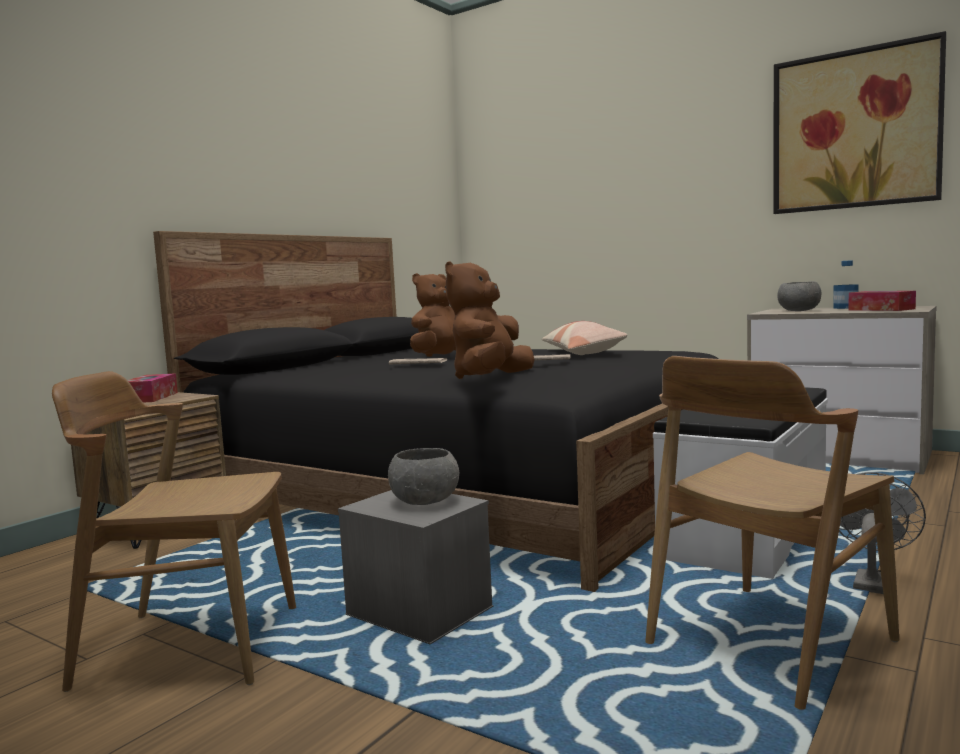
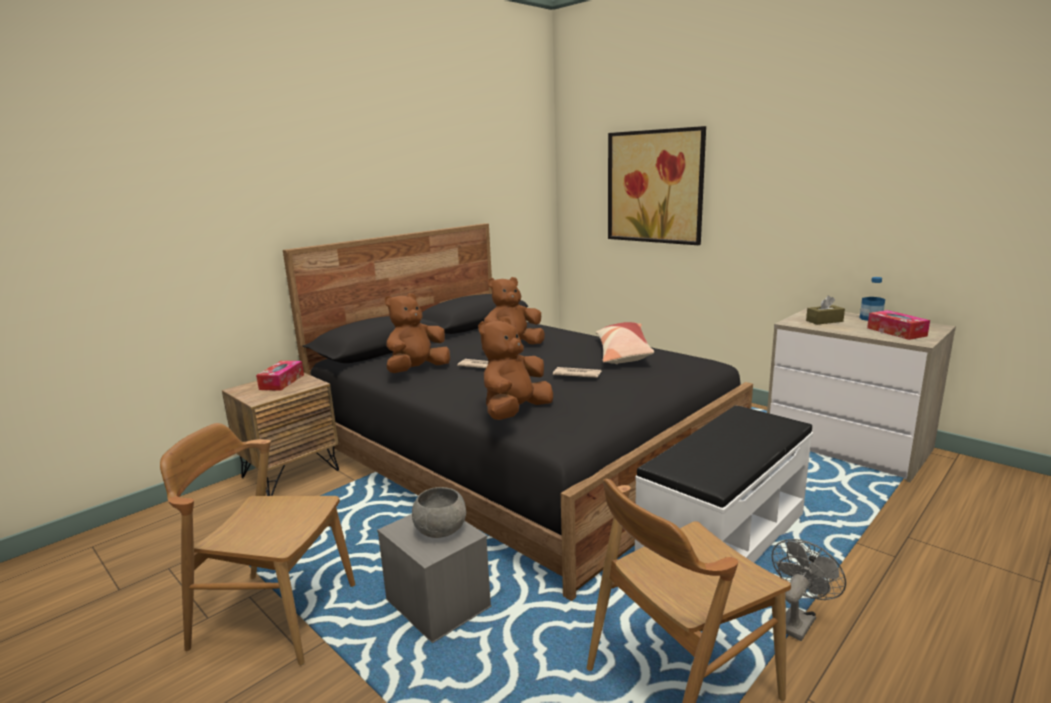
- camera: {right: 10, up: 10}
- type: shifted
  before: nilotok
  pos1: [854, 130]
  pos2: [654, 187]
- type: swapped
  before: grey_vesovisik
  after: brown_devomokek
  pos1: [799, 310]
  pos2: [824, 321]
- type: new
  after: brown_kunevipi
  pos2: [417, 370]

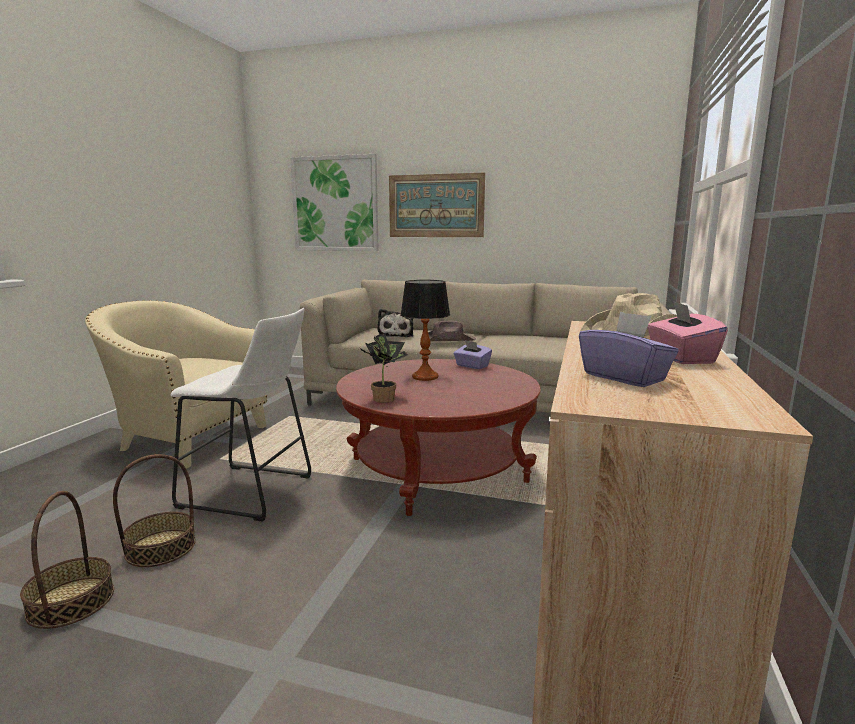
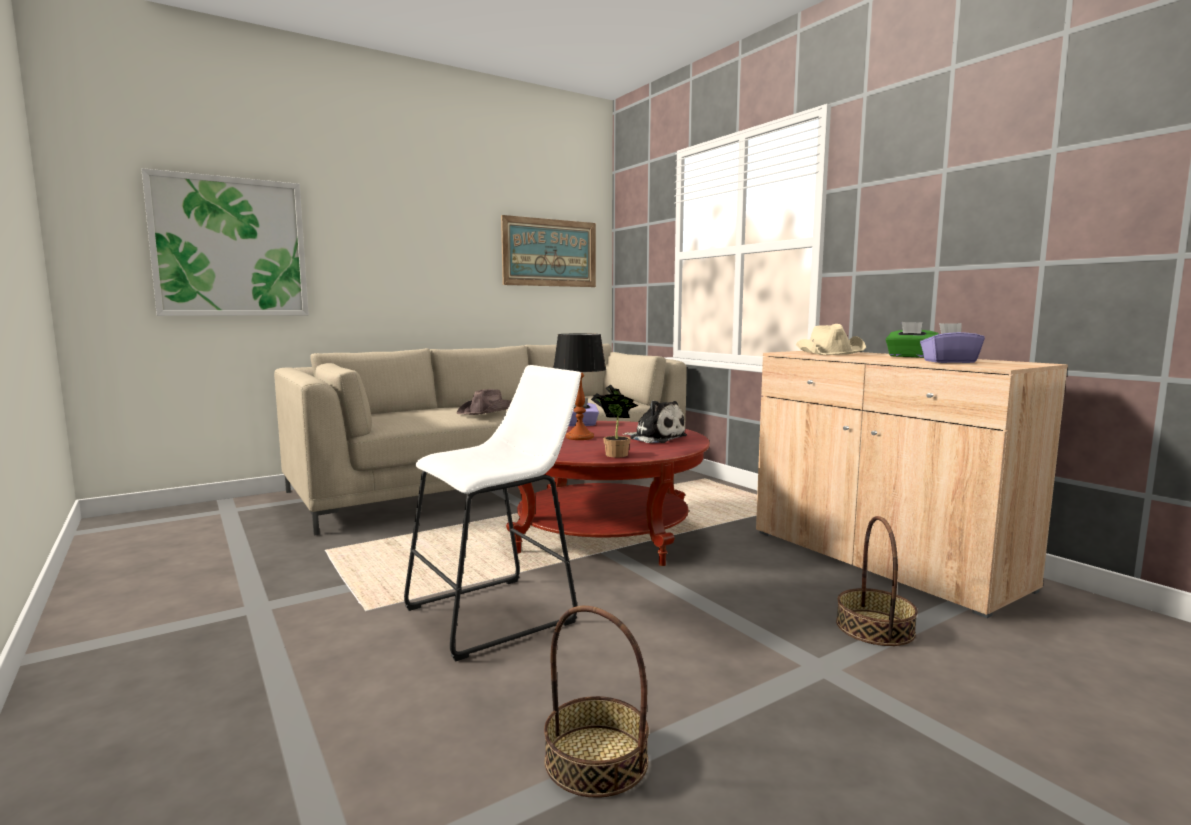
- camera: {right: -50, up: -5}
- type: shifted
  before: nilotok
  pos1: [436, 206]
  pos2: [550, 253]
- type: gone
  before: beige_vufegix
  pos1: [187, 439]
- type: repainted
  before: pink_devomokek
  after: green_devomokek
  pos1: [680, 358]
  pos2: [910, 356]
- type: shifted
  before: kunevipi
  pos1: [396, 335]
  pos2: [655, 438]
- type: shifted
  before: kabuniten
  pos1: [161, 548]
  pos2: [875, 628]

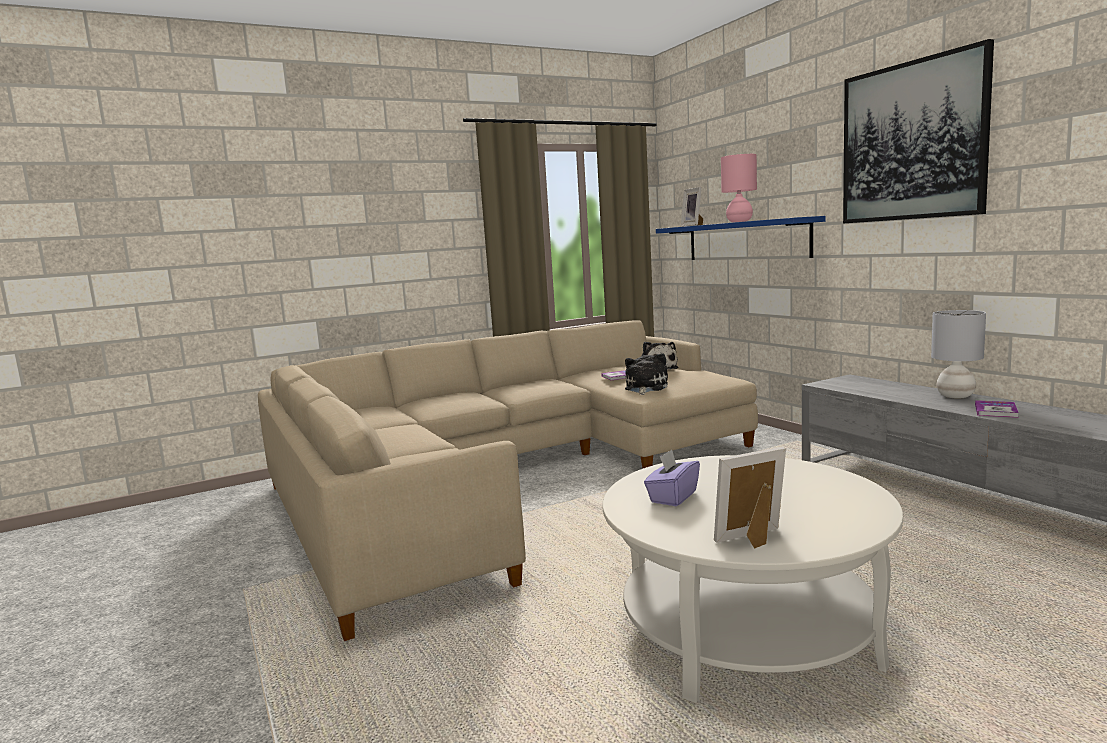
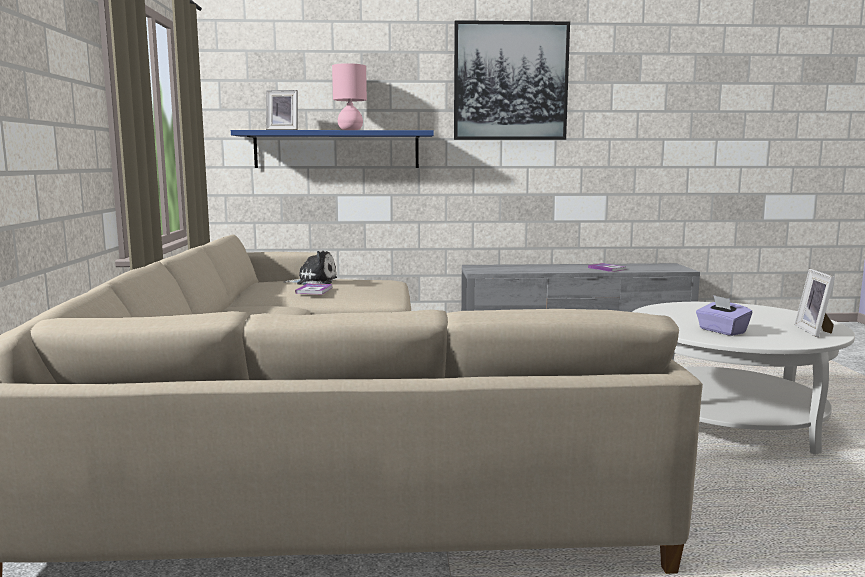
- camera: {right: -65, up: 0}
- type: gone
  before: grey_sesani
  pos1: [955, 396]
- type: gone
  before: kunevipi
  pos1: [645, 388]

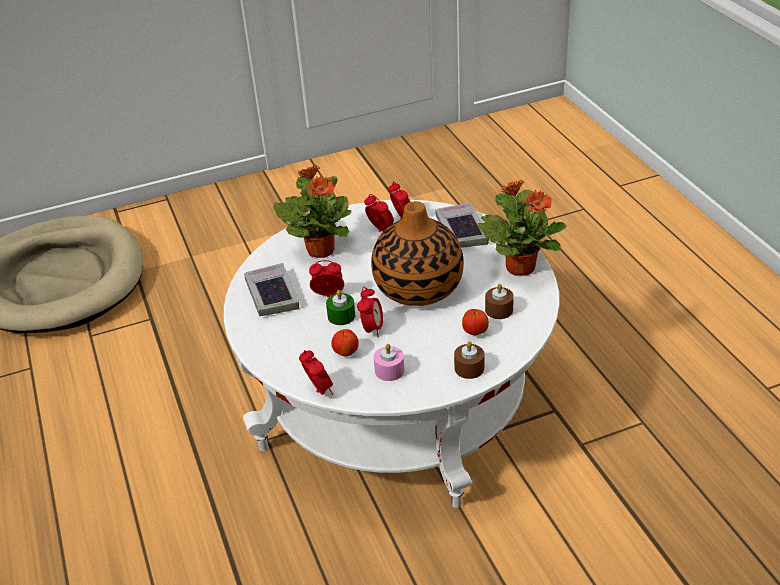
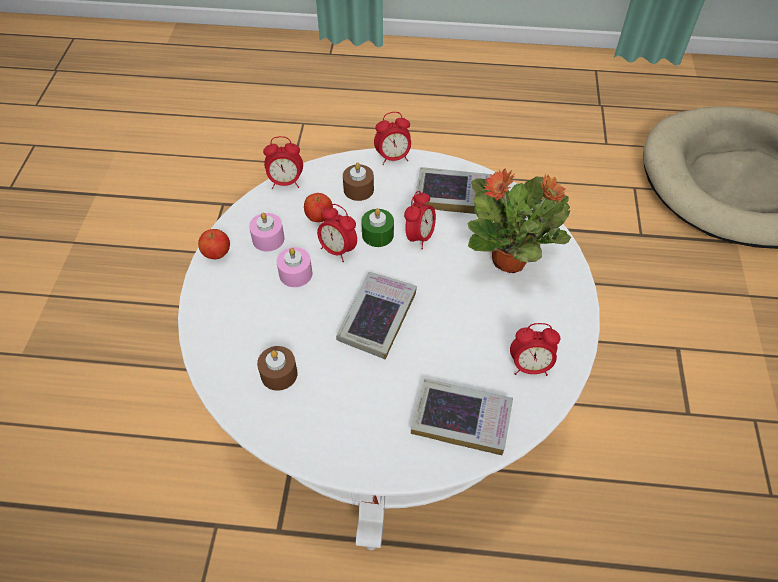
- camera: {right: 115, up: 15}
- type: gone
  before: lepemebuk
  pos1: [520, 267]
- type: shifted
  before: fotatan
  pos1: [380, 230]
  pos2: [393, 158]
- type: swapped
  before: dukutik
  after: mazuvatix
  pos1: [418, 287]
  pos2: [377, 318]
- type: shifted
  before: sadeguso
  pos1: [475, 332]
  pos2: [217, 254]
- type: shifted
  before: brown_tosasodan
  pos1: [469, 368]
  pos2: [358, 189]
- type: new
  after: pink_tosasodan
  pos2: [295, 274]

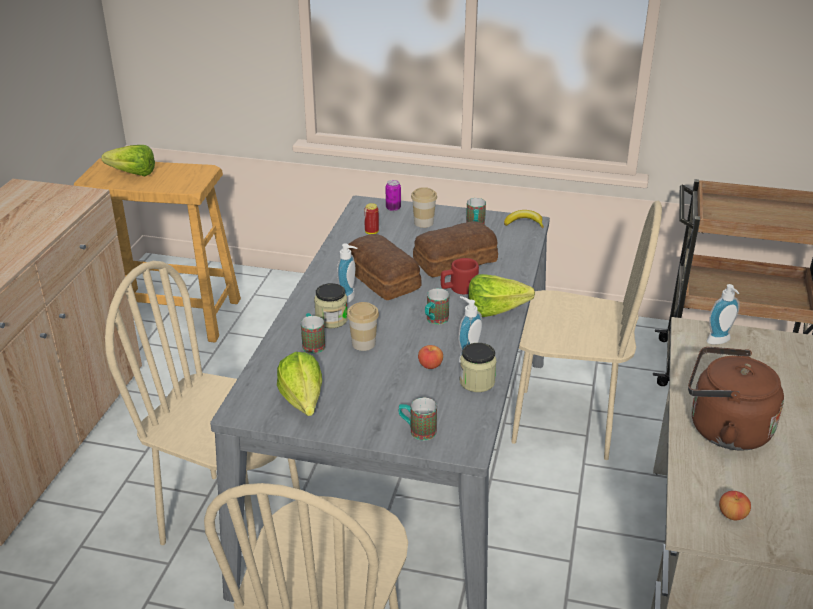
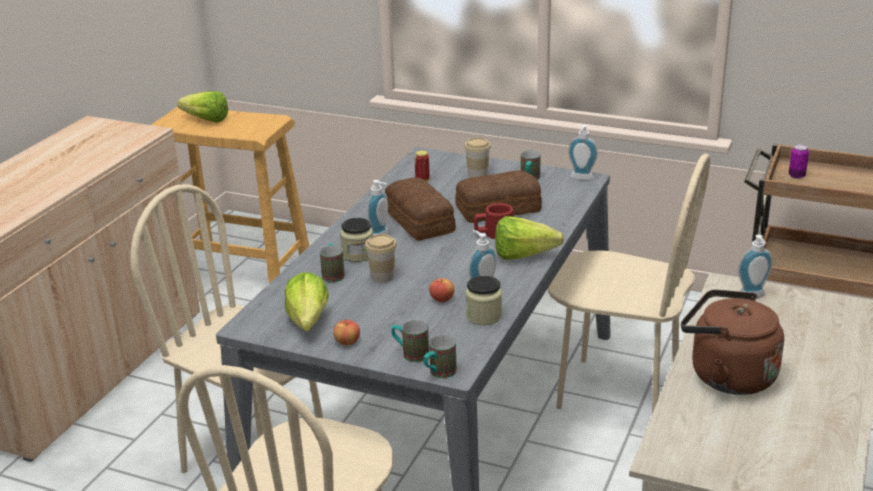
- camera: {right: 10, up: -5}
- type: shifted
  before: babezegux
  pos1: [393, 208]
  pos2: [796, 176]
- type: swapped
  before: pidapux
  after: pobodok
  pos1: [524, 223]
  pos2: [581, 179]
- type: shifted
  before: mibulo
  pos1: [434, 321]
  pos2: [439, 373]
- type: shifted
  before: sadeguso
  pos1: [732, 515]
  pos2: [347, 342]

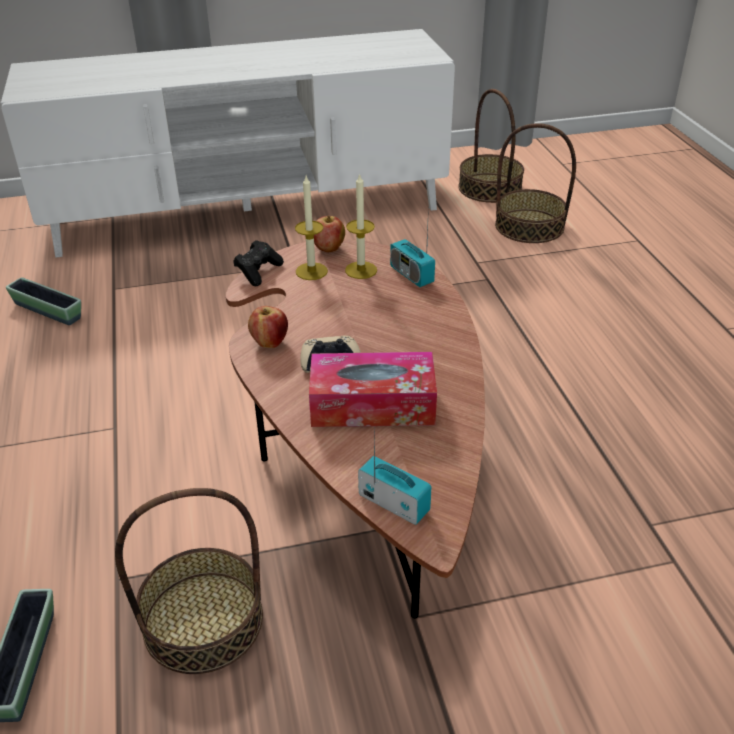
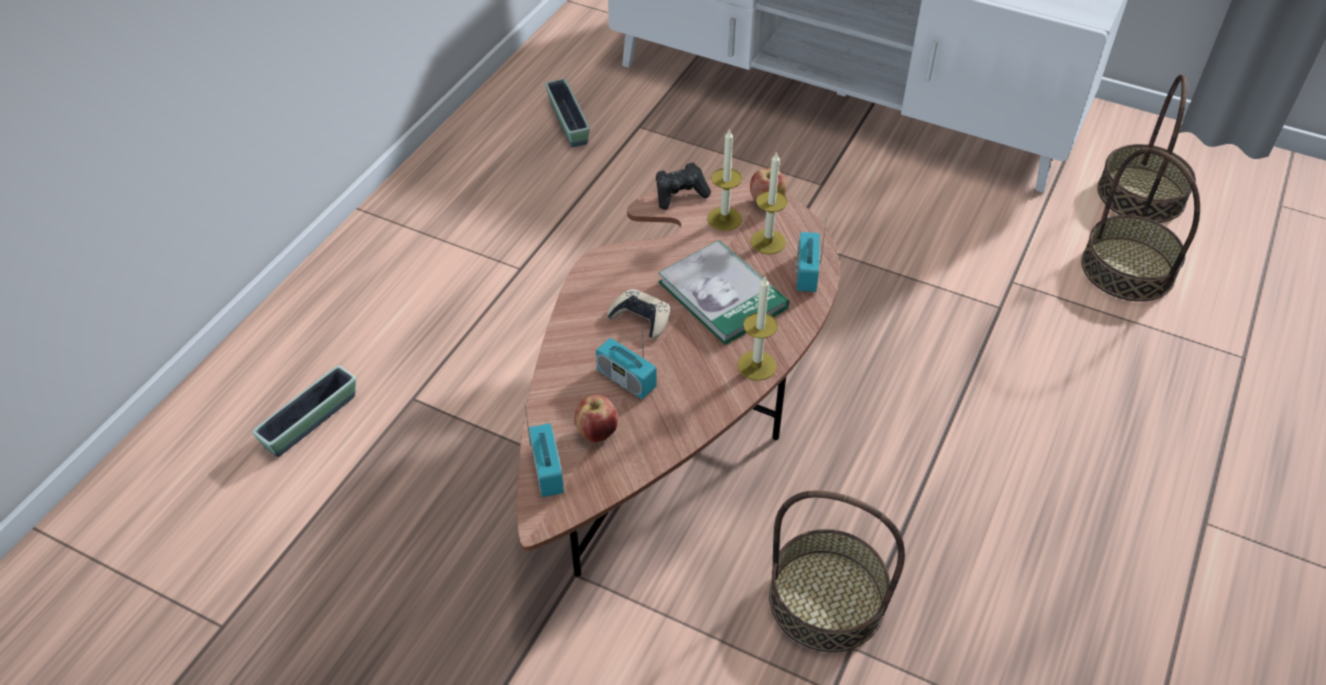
- camera: {right: 40, up: 10}
- type: shifted
  before: sadeguso
  pos1: [270, 342]
  pos2: [597, 432]
- type: swapped
  before: devomokek
  after: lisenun
  pos1: [372, 404]
  pos2: [626, 379]
- type: shifted
  before: kabuniten
  pos1: [203, 621]
  pos2: [826, 600]
- type: new
  after: mazuvatix
  pos2: [722, 295]
- type: new
  after: tosasodan
  pos2: [757, 365]

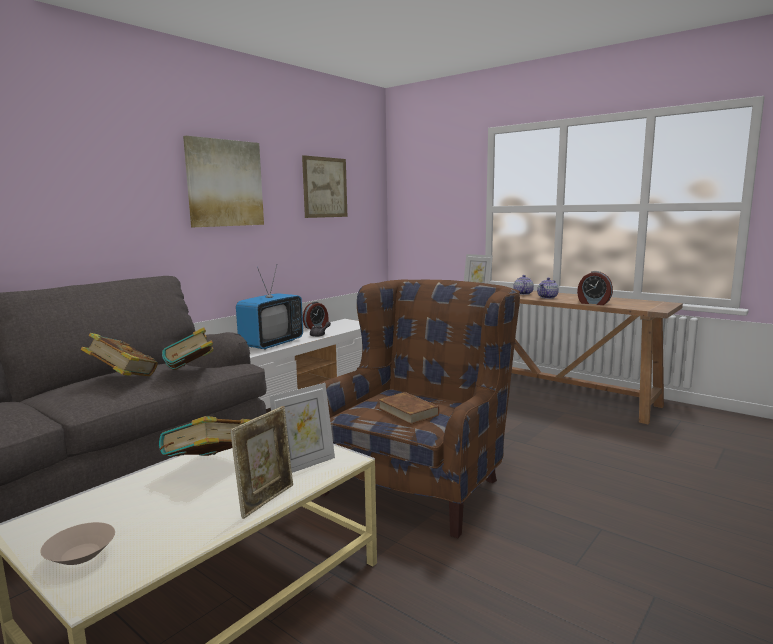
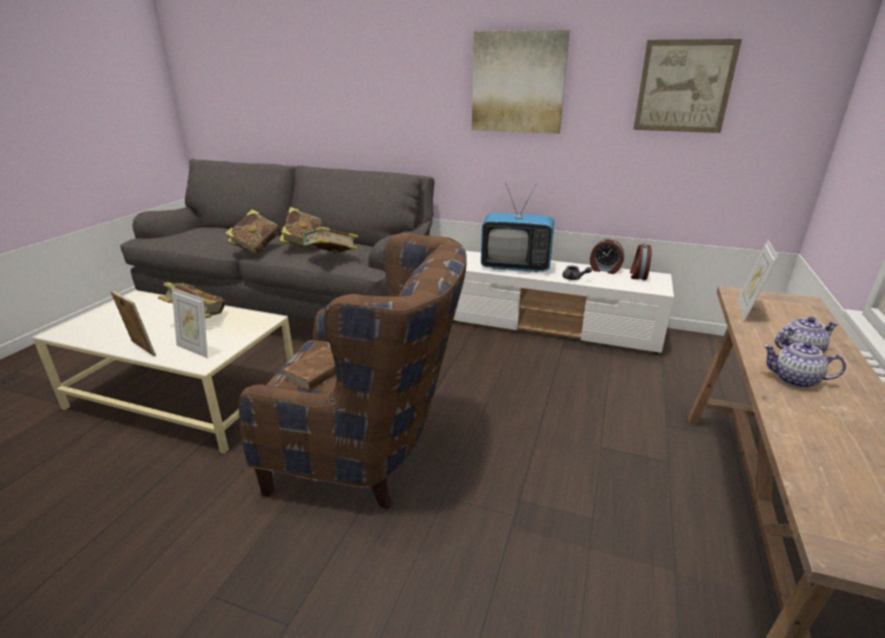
- camera: {right: 70, up: 15}
- type: shifted
  before: fotatan
  pos1: [593, 303]
  pos2: [638, 275]
- type: rotated
  before: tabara
  pos1: [266, 500]
  pos2: [141, 349]
  turn: -150
- type: gone
  before: beige_vesovisik
  pos1: [80, 556]
- type: new
  after: mazuvatix
  pos2: [256, 249]

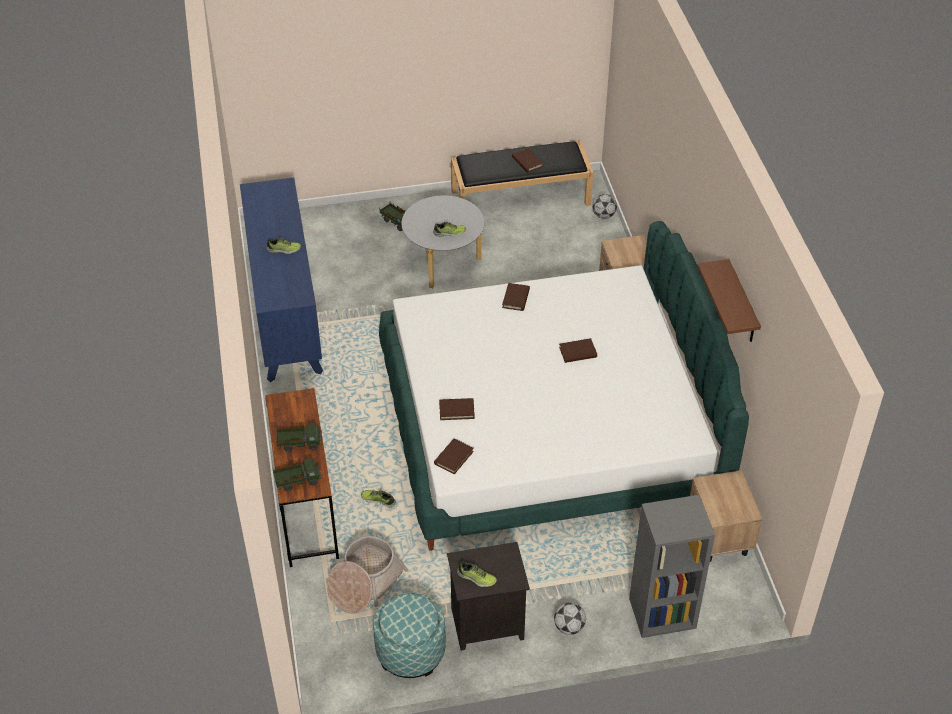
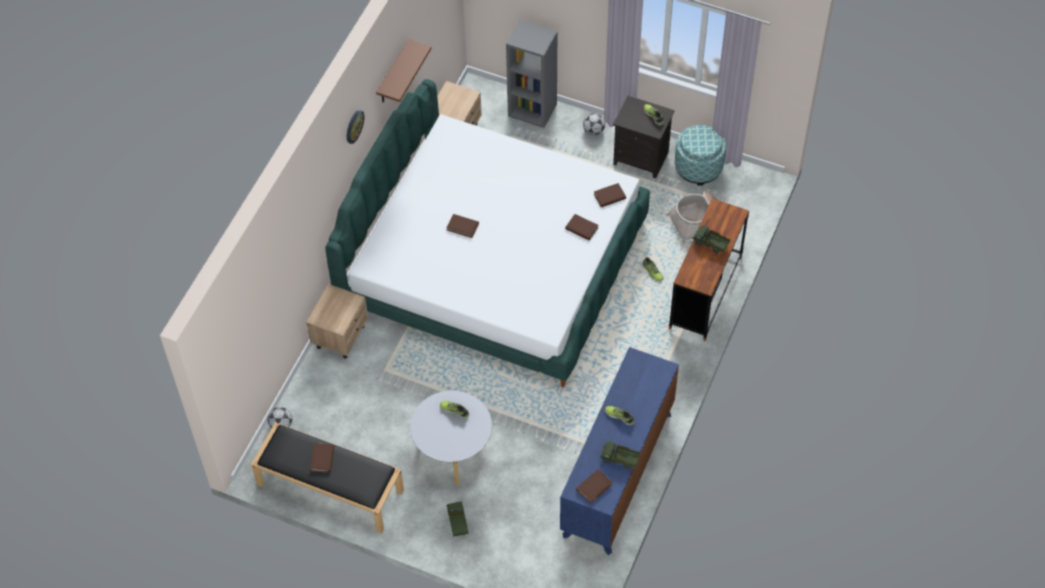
- camera: {right: -145, up: 10}
- type: shifted
  before: brown_mazuvatix
  pos1: [516, 298]
  pos2: [594, 487]
- type: shifted
  before: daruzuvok
  pos1: [297, 481]
  pos2: [619, 460]
- type: new
  after: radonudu
  pos2: [354, 126]

